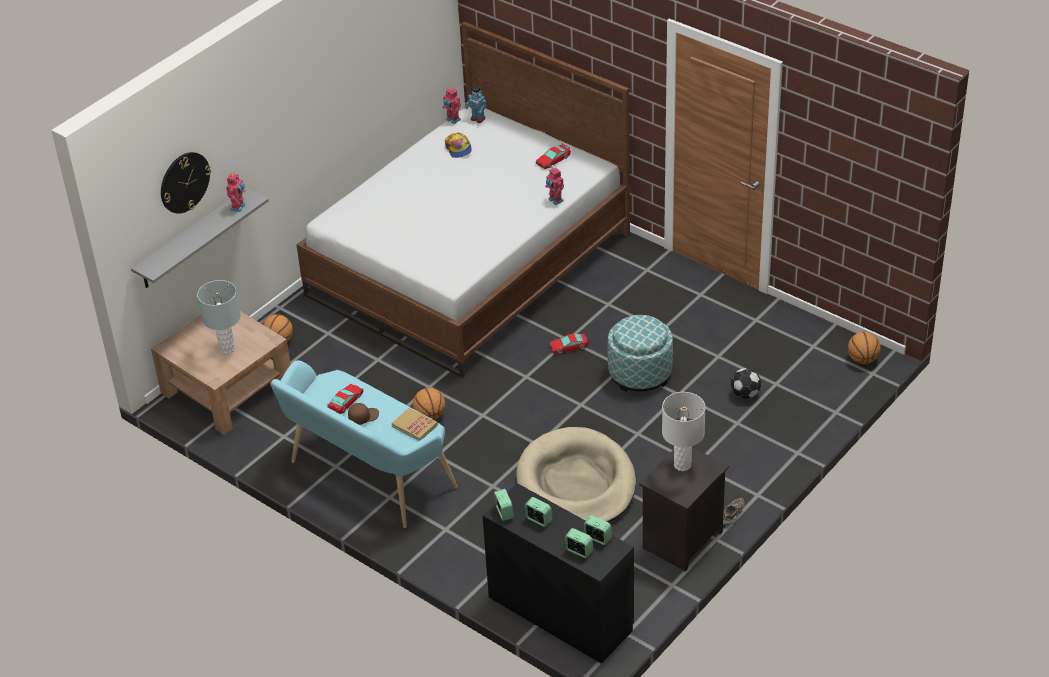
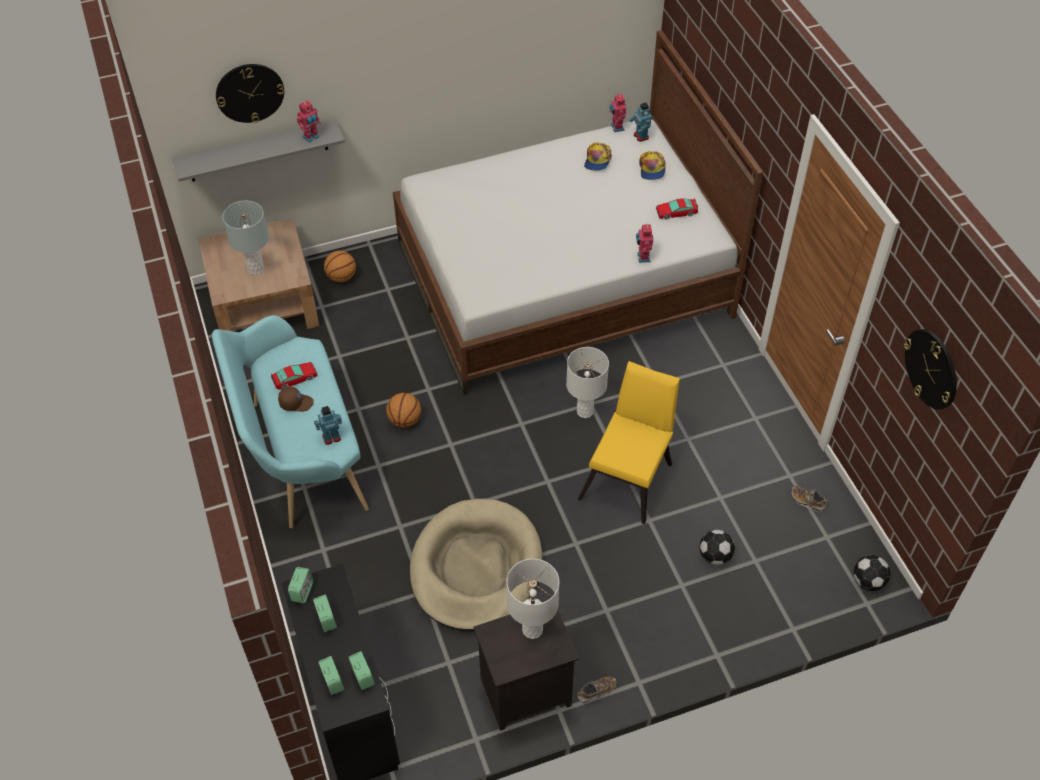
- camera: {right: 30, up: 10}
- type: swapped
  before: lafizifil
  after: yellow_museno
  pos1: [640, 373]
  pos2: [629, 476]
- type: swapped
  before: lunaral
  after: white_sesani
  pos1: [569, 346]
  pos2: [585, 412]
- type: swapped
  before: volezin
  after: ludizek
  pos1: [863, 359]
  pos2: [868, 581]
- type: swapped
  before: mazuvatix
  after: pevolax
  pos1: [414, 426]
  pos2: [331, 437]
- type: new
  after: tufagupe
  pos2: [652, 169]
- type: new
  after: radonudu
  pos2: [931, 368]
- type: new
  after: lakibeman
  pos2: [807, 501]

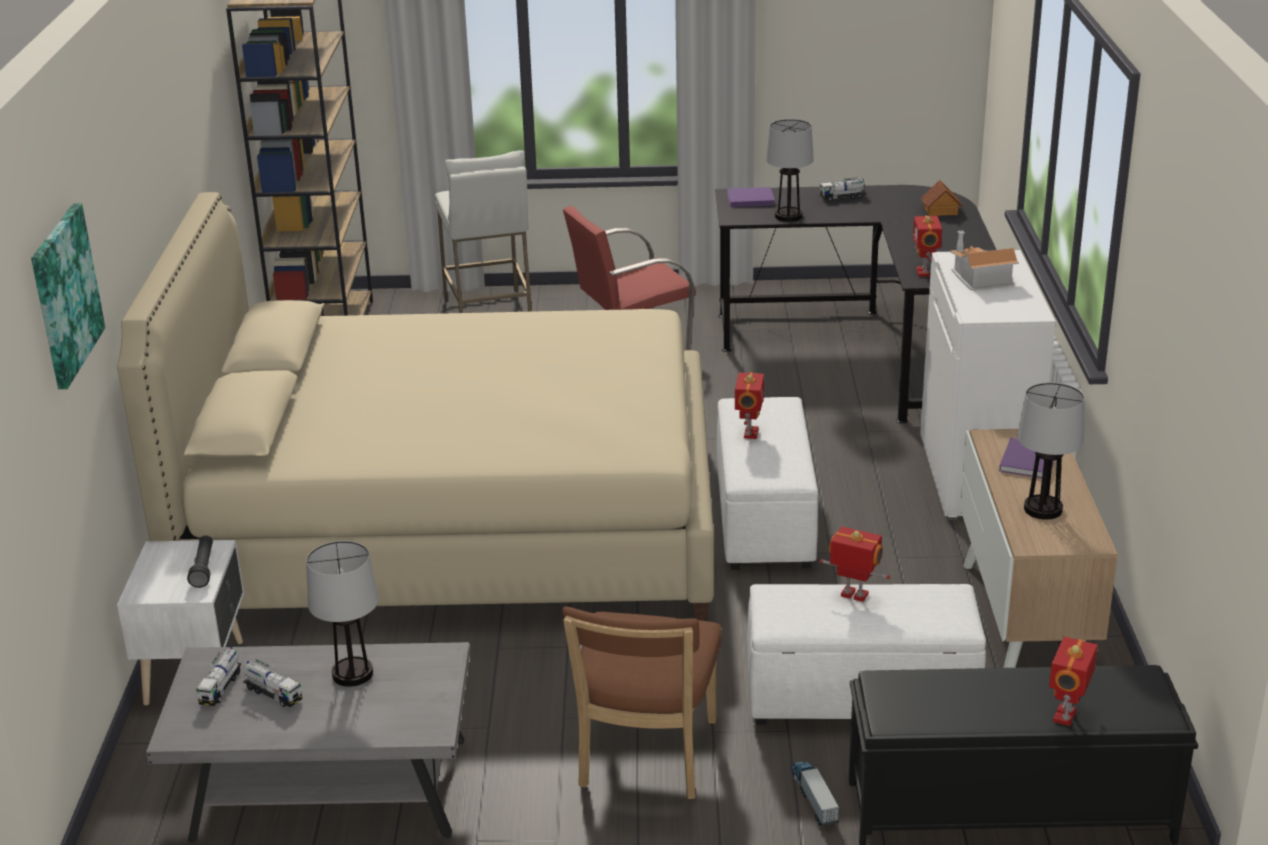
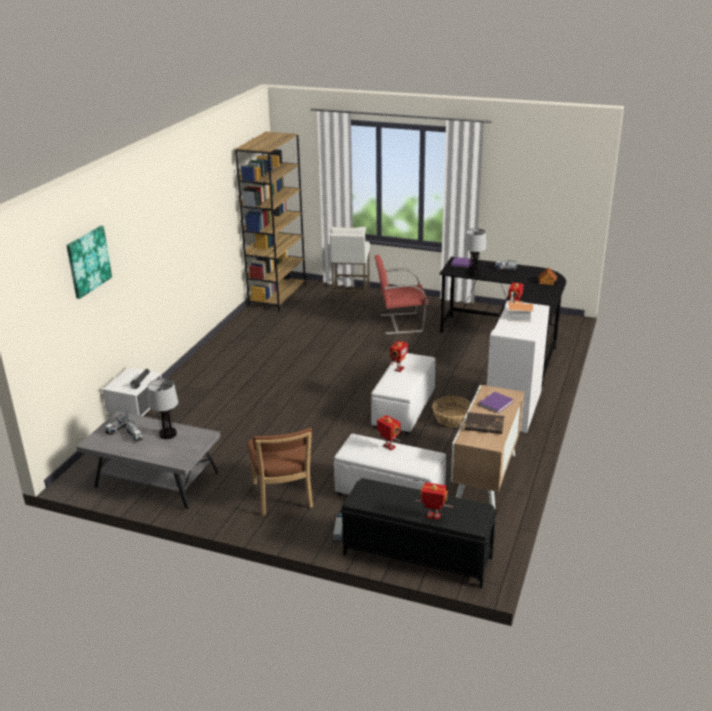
- camera: {right: 20, up: 0}
- type: gone
  before: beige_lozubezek
  pos1: [456, 525]
- type: swapped
  before: sesani
  after: brown_mazuvatix
  pos1: [1042, 509]
  pos2: [483, 425]
- type: rotated
  before: brown_museno
  pos1: [645, 759]
  pos2: [283, 497]
  turn: -45
- type: rotated
  before: pevolax
  pos1: [1066, 716]
  pos2: [433, 516]
  turn: 60
- type: new
  after: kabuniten
  pos2: [452, 419]

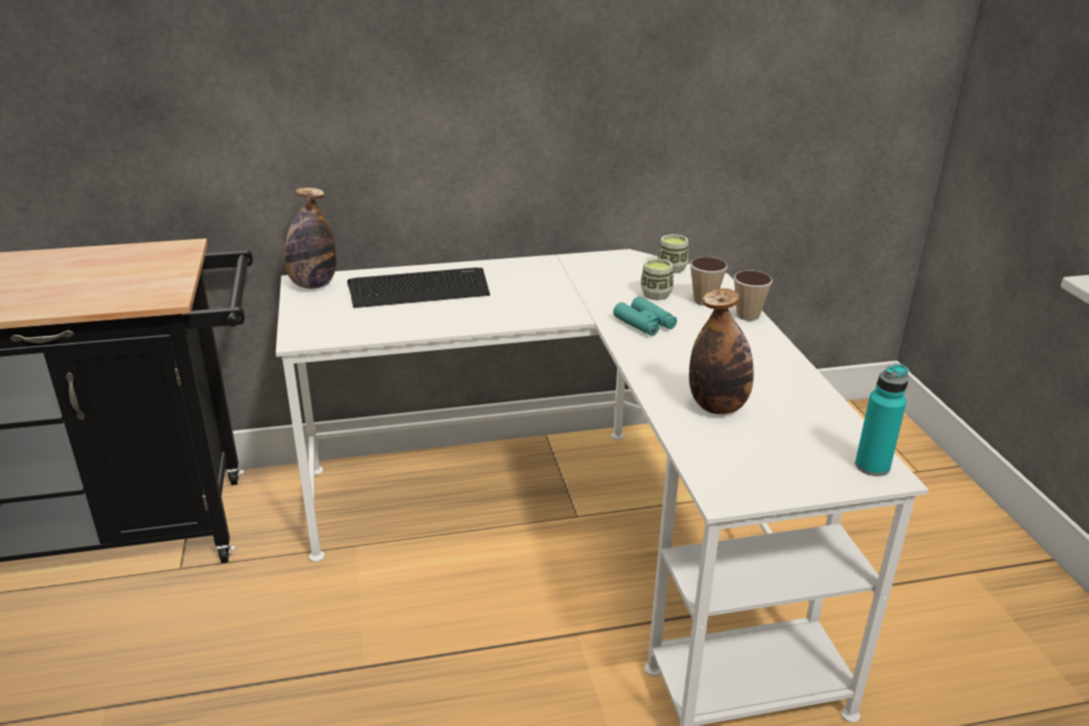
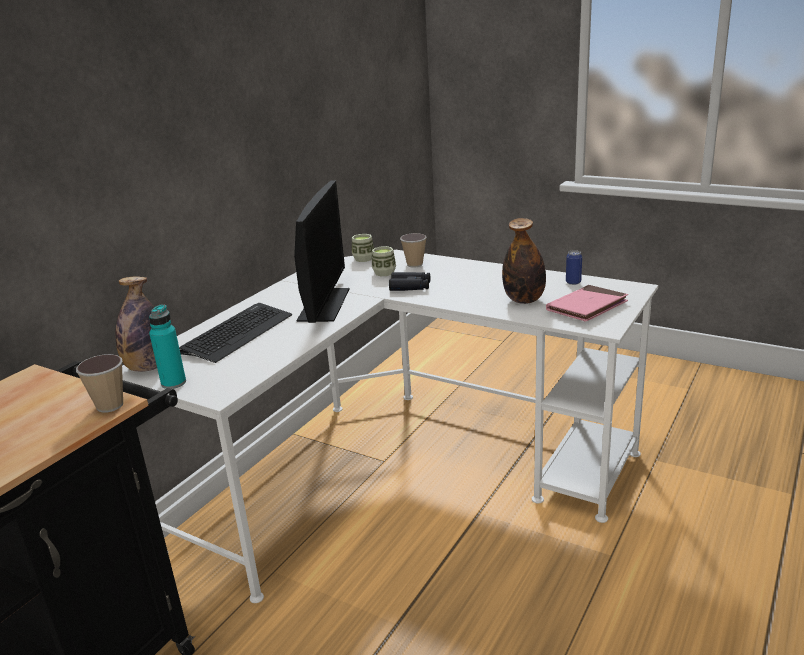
- camera: {right: -45, up: -5}
- type: shifted
  before: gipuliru
  pos1: [748, 315]
  pos2: [110, 405]
- type: repainted
  before: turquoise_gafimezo
  after: black_gafimezo
  pos1: [645, 323]
  pos2: [410, 286]
- type: shifted
  before: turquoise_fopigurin
  pos1: [872, 466]
  pos2: [173, 383]
- type: new
  after: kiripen
  pos2: [324, 304]
- type: new
  after: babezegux
  pos2: [573, 282]
- type: new
  after: pink_mazuvatix
  pos2: [587, 307]

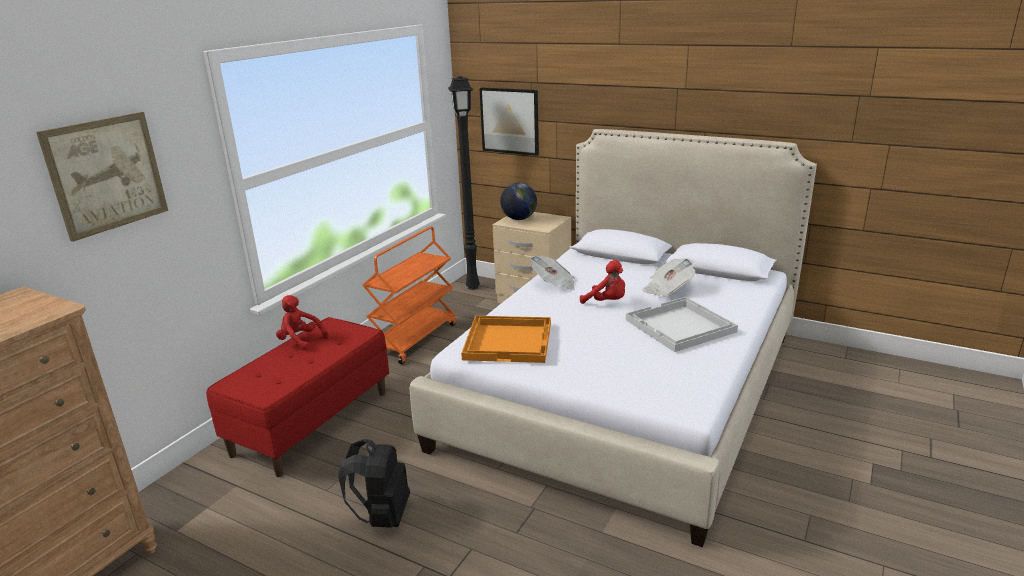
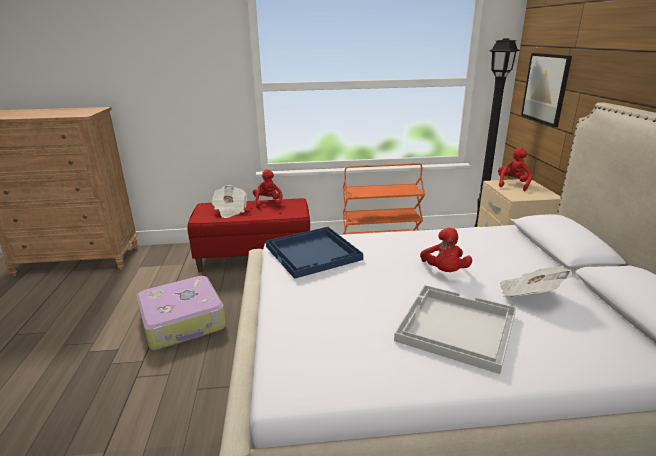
- camera: {right: 55, up: 0}
- type: gone
  before: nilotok
  pos1: [107, 174]
- type: swapped
  before: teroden
  after: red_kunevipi
  pos1: [519, 219]
  pos2: [513, 184]
- type: shifted
  before: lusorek
  pos1: [554, 284]
  pos2: [230, 210]
- type: repainted
  before: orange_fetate
  after: blue_fetate
  pos1: [509, 341]
  pos2: [314, 253]
- type: swapped
  before: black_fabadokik
  after: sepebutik
  pos1: [382, 516]
  pos2: [183, 322]

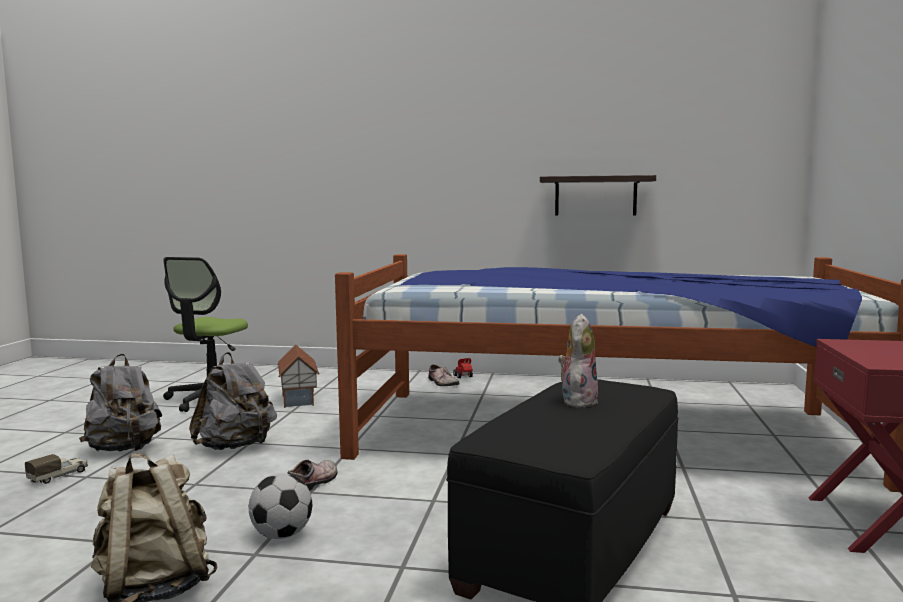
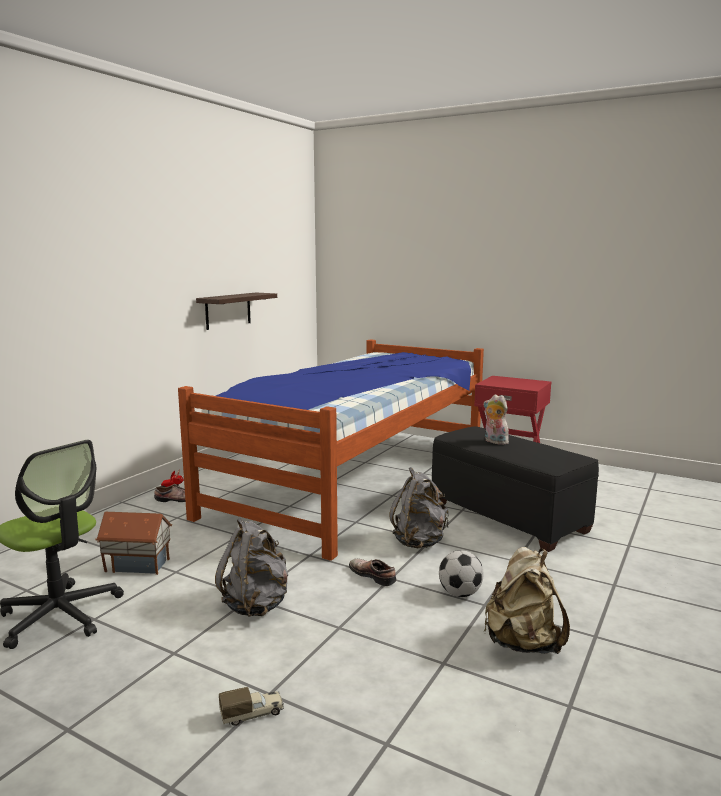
- camera: {right: -70, up: 5}
- type: shifted
  before: grey_fabadokik
  pos1: [124, 450]
  pos2: [420, 542]
- type: rotated
  before: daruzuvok
  pos1: [59, 476]
  pos2: [252, 714]
  turn: 105

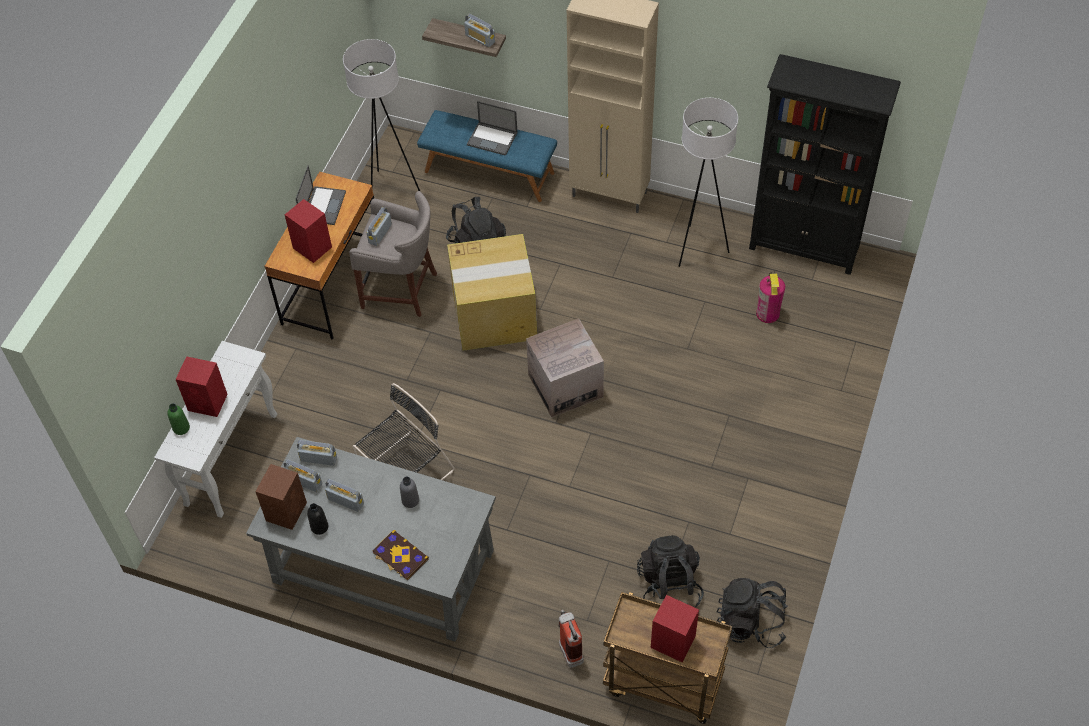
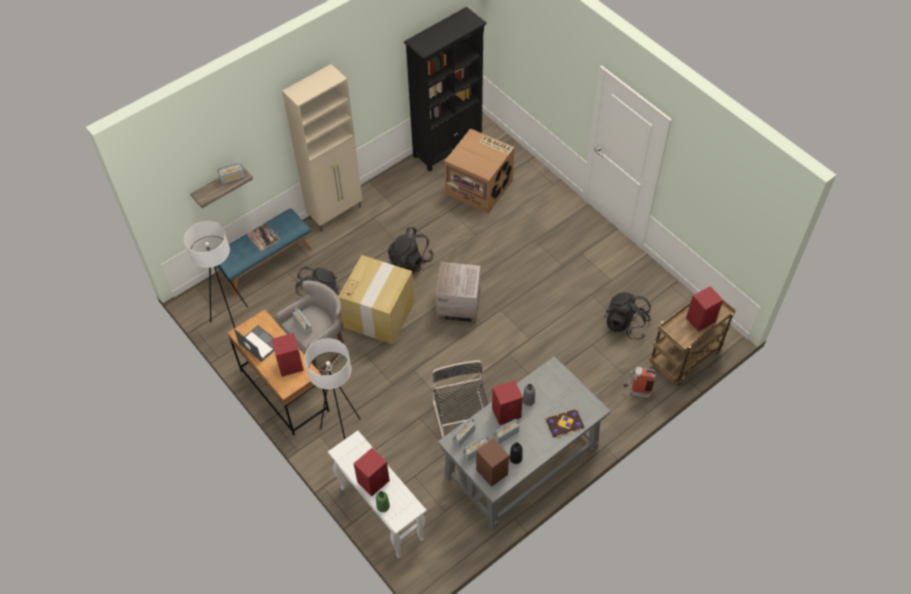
- camera: {right: -60, up: 0}
- type: shifted
  before: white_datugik
  pos1: [698, 248]
  pos2: [343, 435]
- type: swapped
  before: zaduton
  after: mazuvatix
  pos1: [493, 139]
  pos2: [263, 237]
- type: swapped
  before: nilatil
  after: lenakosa
  pos1: [768, 313]
  pos2: [480, 187]
- type: shifted
  before: black_fabadokik
  pos1: [751, 622]
  pos2: [410, 262]
- type: new
  after: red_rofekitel
  pos2: [507, 412]

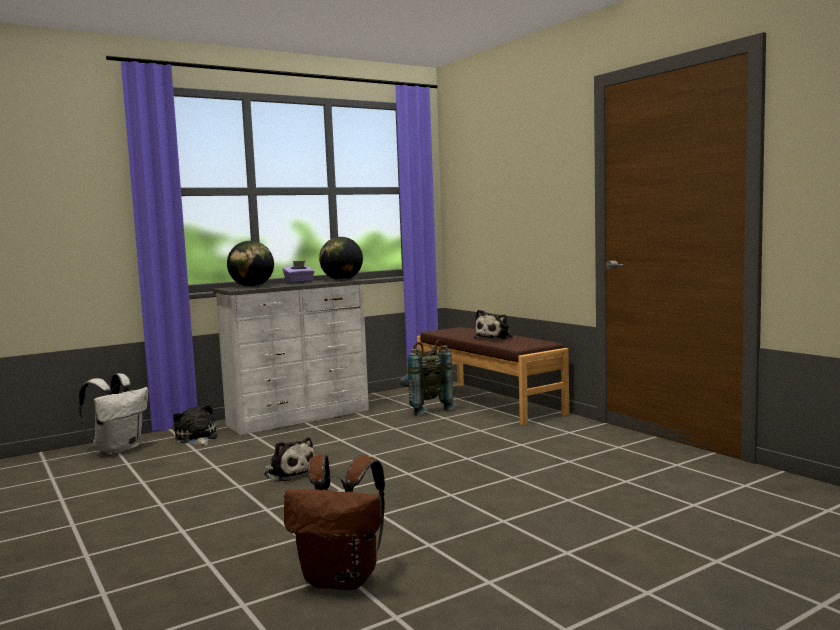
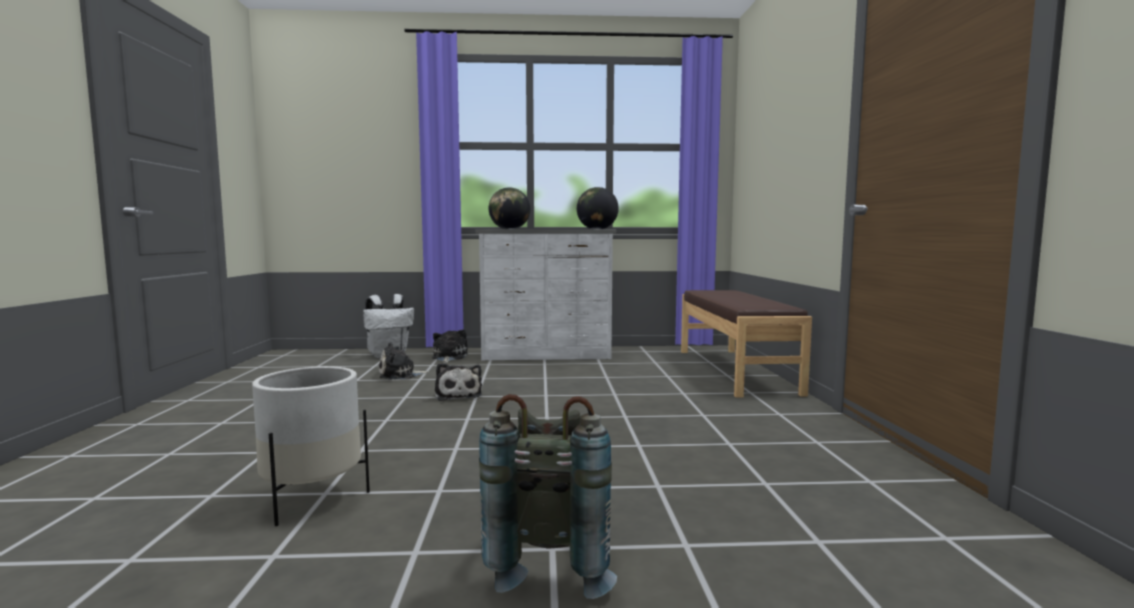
- camera: {right: 30, up: 0}
- type: gone
  before: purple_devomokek
  pos1: [299, 282]
- type: shifted
  before: kunevipi
  pos1: [495, 338]
  pos2: [400, 375]
- type: shifted
  before: grey_fabadokik
  pos1: [424, 409]
  pos2: [551, 562]
- type: swapped
  before: brown_fabadokik
  after: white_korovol
  pos1: [342, 579]
  pos2: [313, 499]

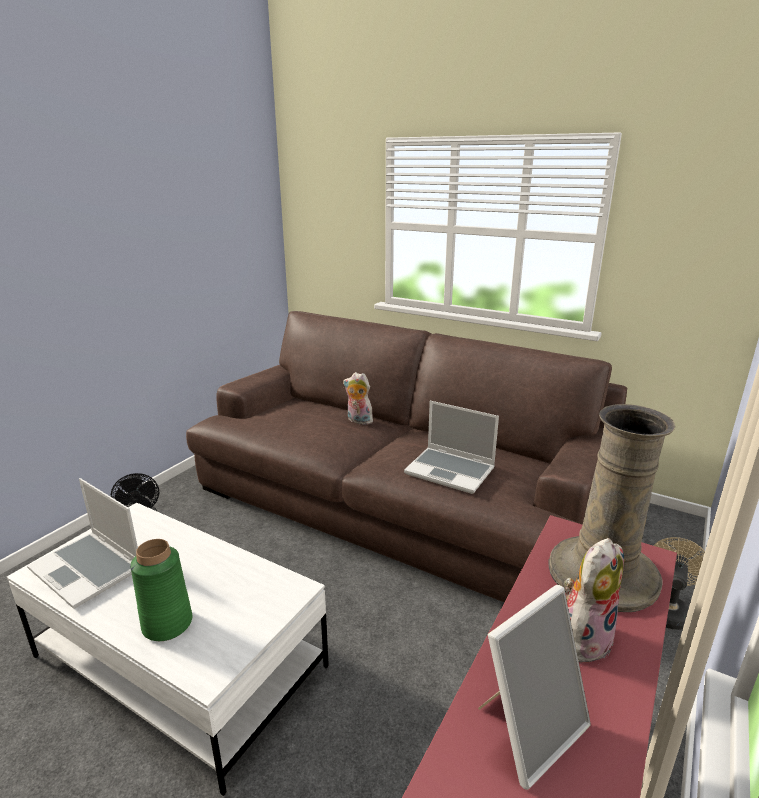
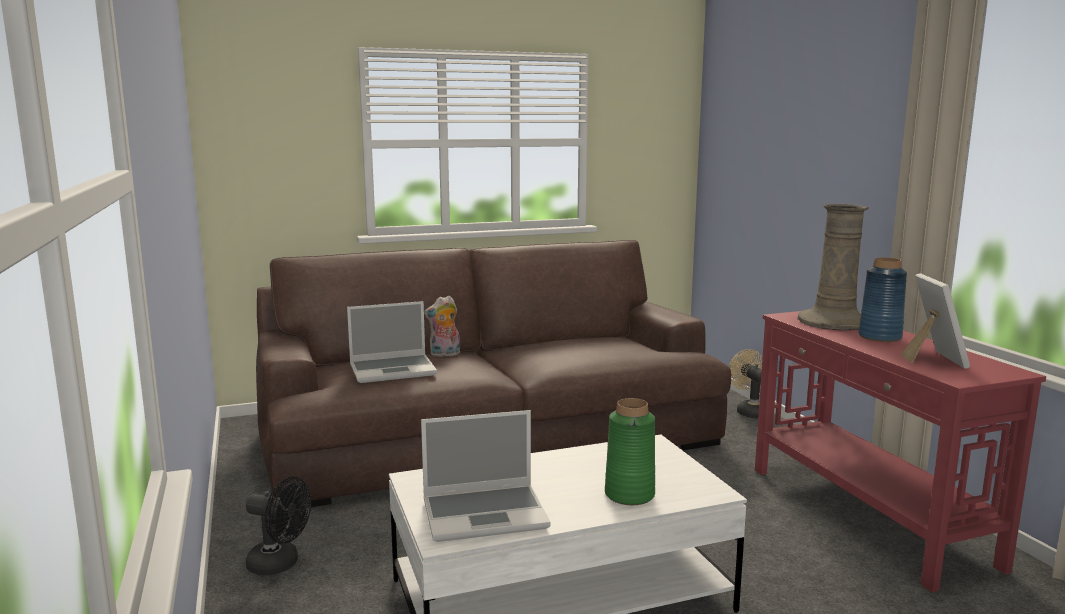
- camera: {right: -50, up: -10}
- type: shifted
  before: zaduton
  pos1: [451, 471]
  pos2: [393, 370]
- type: swapped
  before: kunevipi
  after: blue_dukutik
  pos1: [583, 637]
  pos2: [880, 337]

